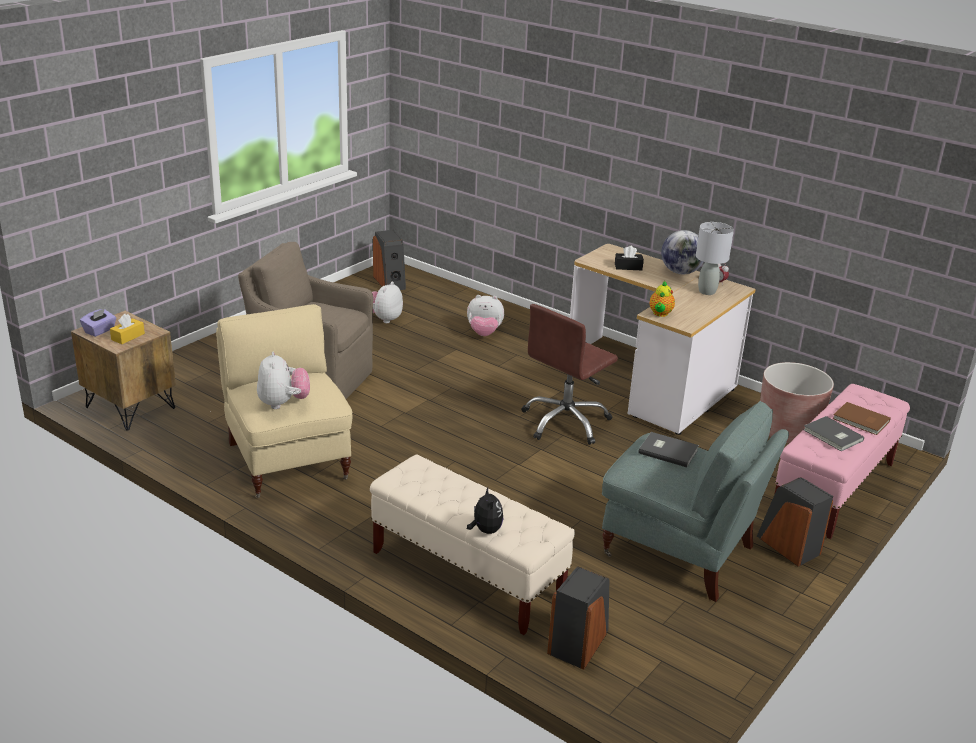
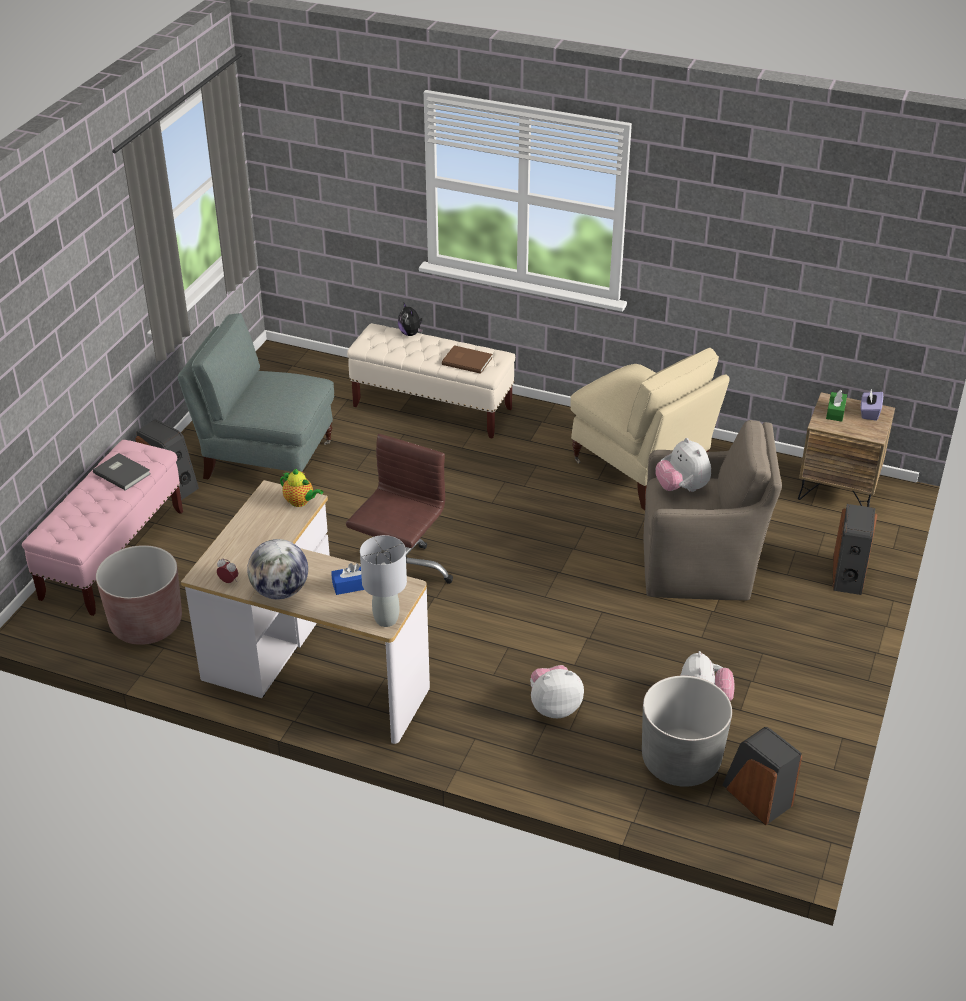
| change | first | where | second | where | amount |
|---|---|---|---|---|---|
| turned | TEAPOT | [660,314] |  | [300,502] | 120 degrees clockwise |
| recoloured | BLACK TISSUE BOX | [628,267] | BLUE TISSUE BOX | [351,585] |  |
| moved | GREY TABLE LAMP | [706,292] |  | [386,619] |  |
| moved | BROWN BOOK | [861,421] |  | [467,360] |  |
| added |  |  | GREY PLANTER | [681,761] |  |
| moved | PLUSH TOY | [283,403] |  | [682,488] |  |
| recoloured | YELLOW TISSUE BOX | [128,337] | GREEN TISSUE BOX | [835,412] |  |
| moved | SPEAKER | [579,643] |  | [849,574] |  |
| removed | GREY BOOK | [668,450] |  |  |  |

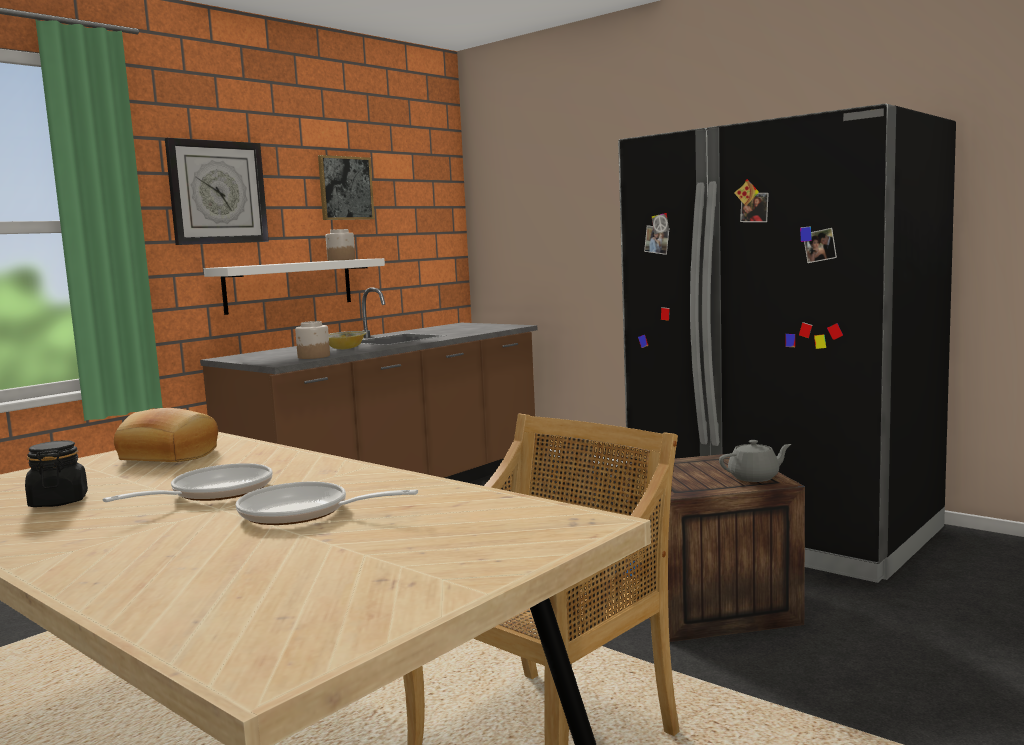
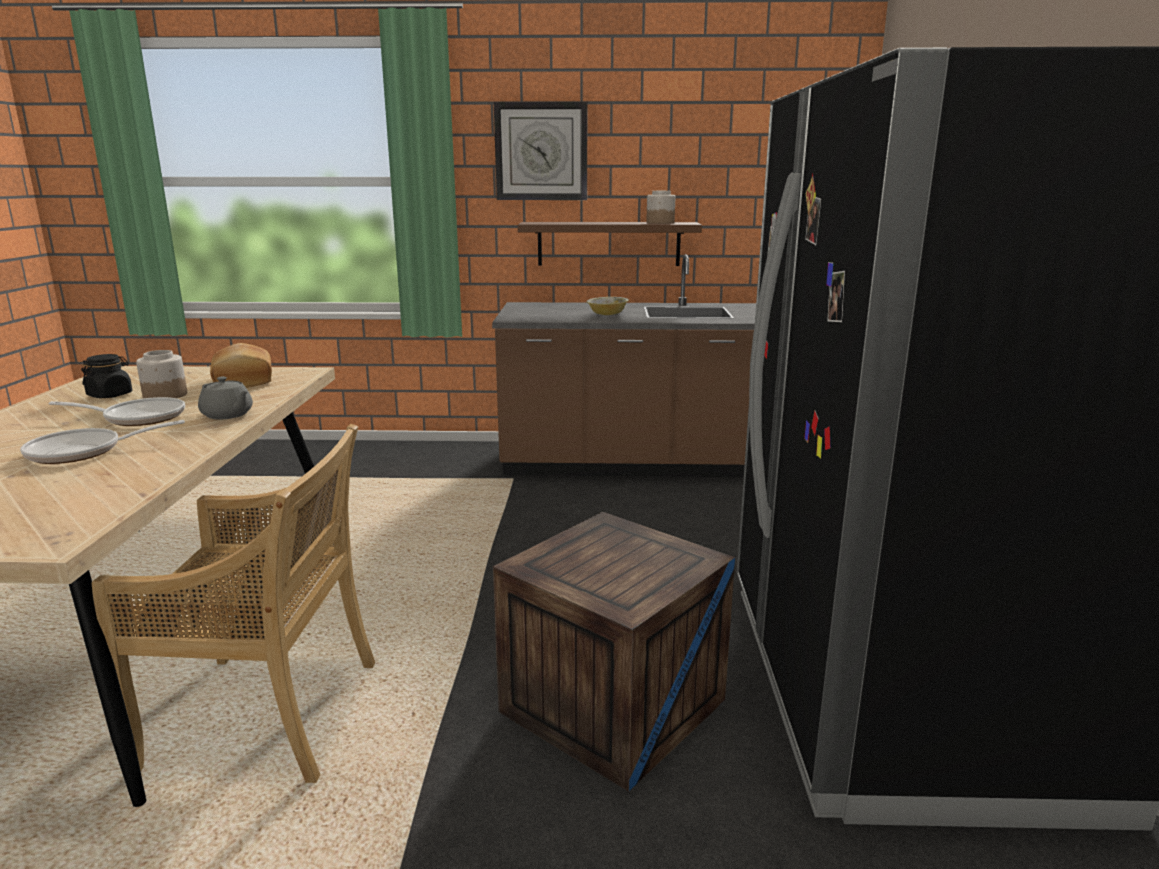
| change | first | where | second | where | amount |
|---|---|---|---|---|---|
| turned | FRYING PAN | [303,513] |  | [83,452] | 90 degrees counterclockwise |
| moved | JAR | [313,356] |  | [164,395] |  |
| moved | GREY TEAPOT | [755,477] |  | [227,415] |  |
| recoloured | WHITE SHELF | [289,285] | BROWN SHELF | [608,243] |  |
| removed | PICTURE | [345,188] |  |  |  |

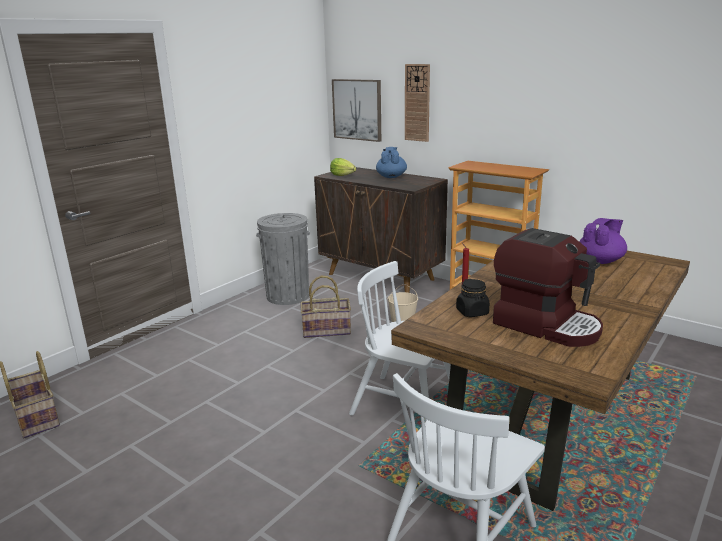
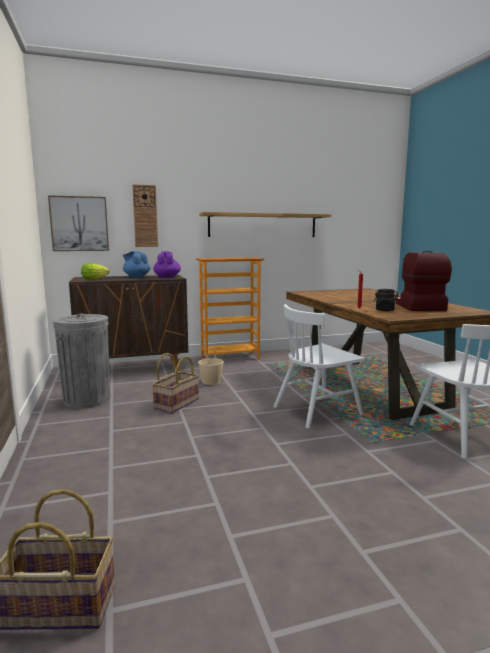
| change | first | where | second | where | amount |
|---|---|---|---|---|---|
| moved | PURPLE TEAPOT | [600,261] |  | [167,277] |  |
| added |  |  | SHELF | [263,225] |  |
| turned | COFFEE MACHINE | [546,325] |  | [417,306] | 75 degrees counterclockwise |

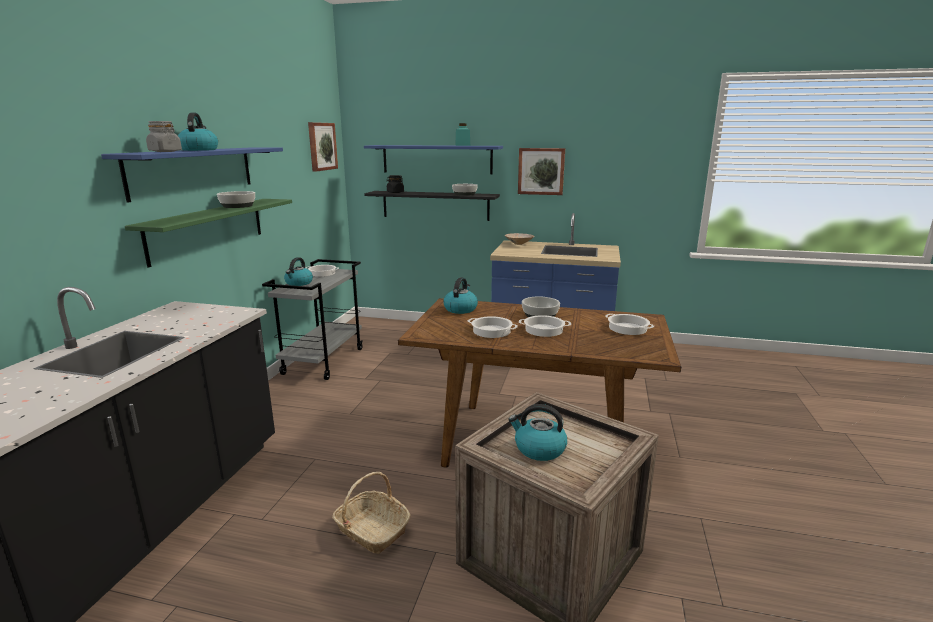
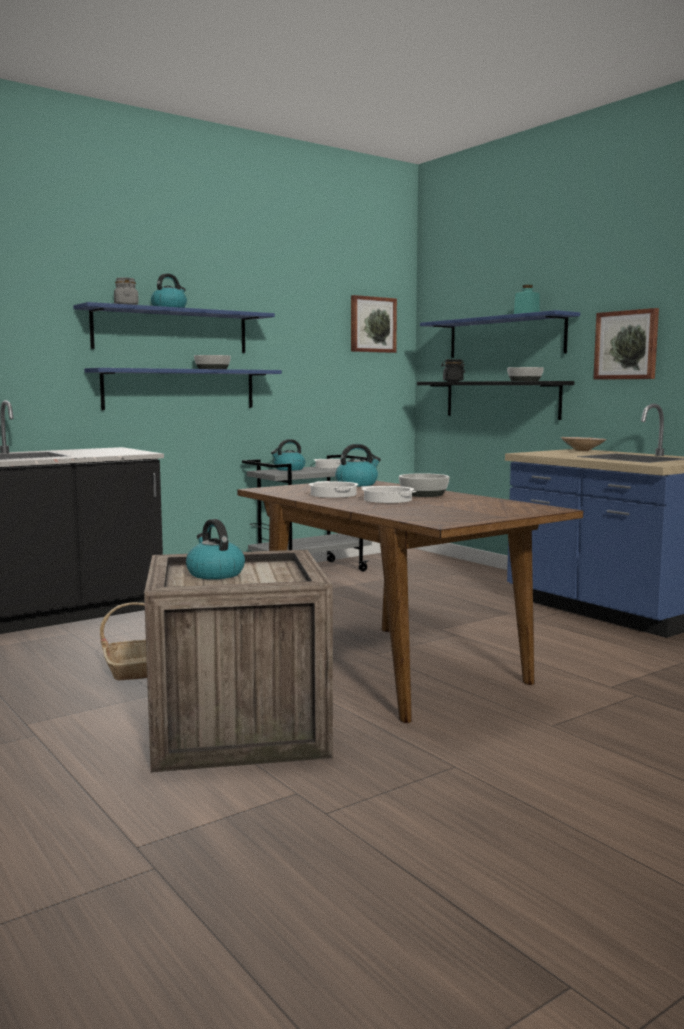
| change | first | where | second | where | amount |
|---|---|---|---|---|---|
| recoloured | GREEN SHELF | [208,229] | BLUE SHELF | [180,389] |  |
| removed | COOKING POT | [627,328] |  |  |  |

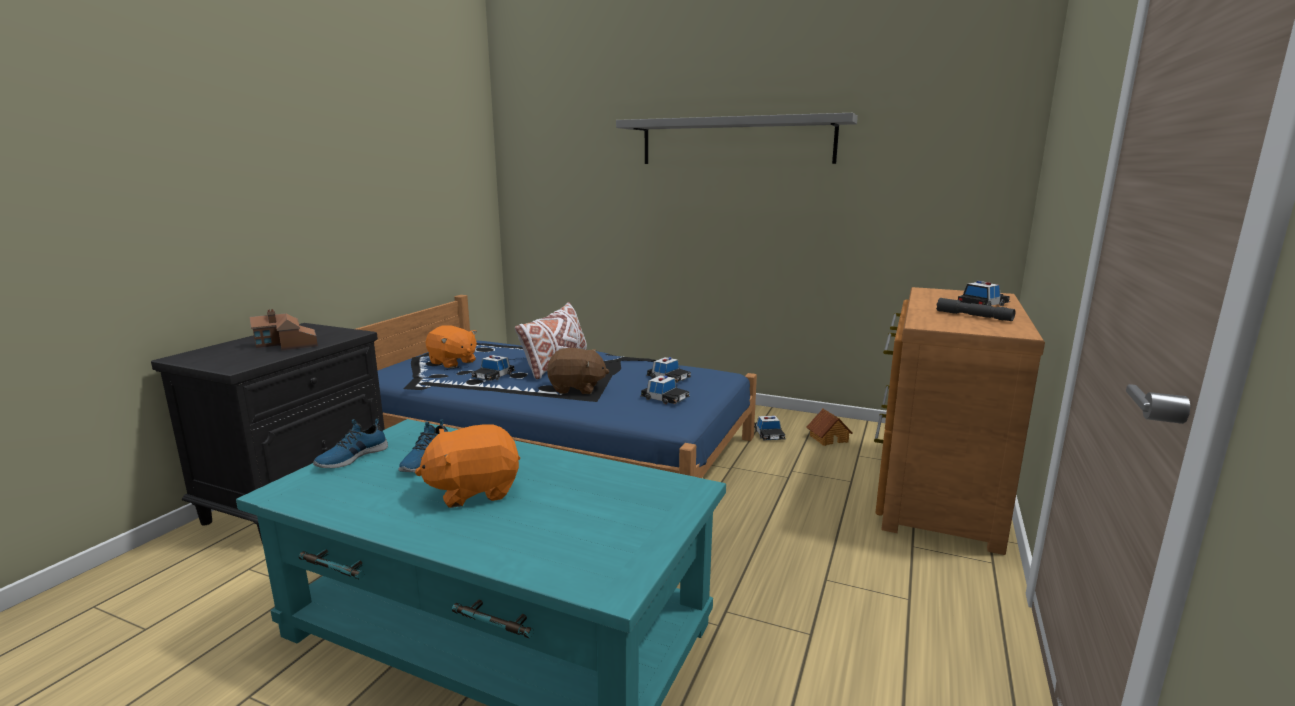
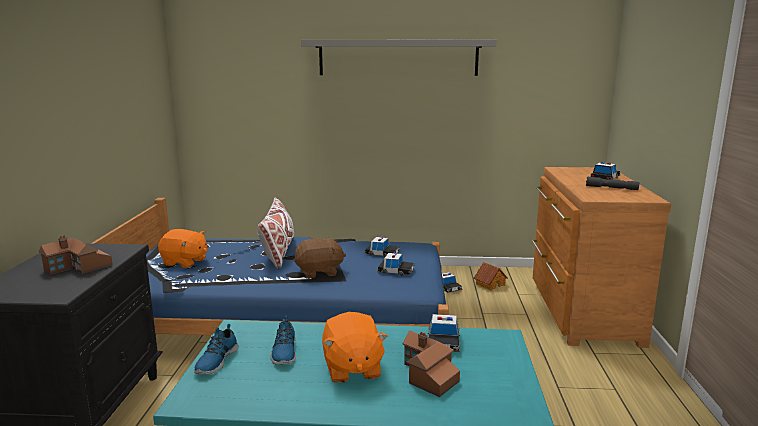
| change | first | where | second | where | amount |
|---|---|---|---|---|---|
| turned | ORANGE PLUSH TOY | [473,490] |  | [352,369] | 60 degrees counterclockwise |
| added |  |  | TOY HOUSE | [427,375] |  |
| moved | TOY CAR | [493,376] |  | [443,341] |  |

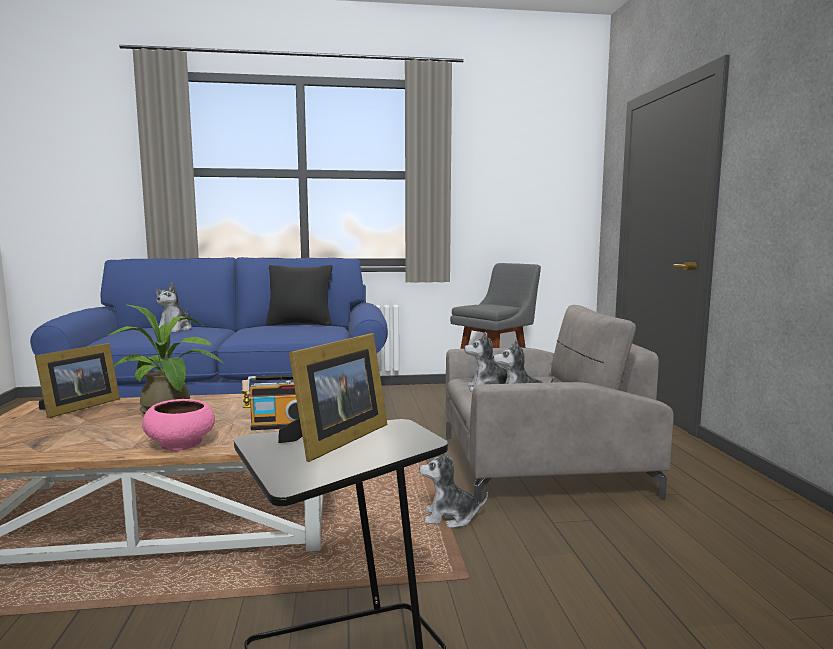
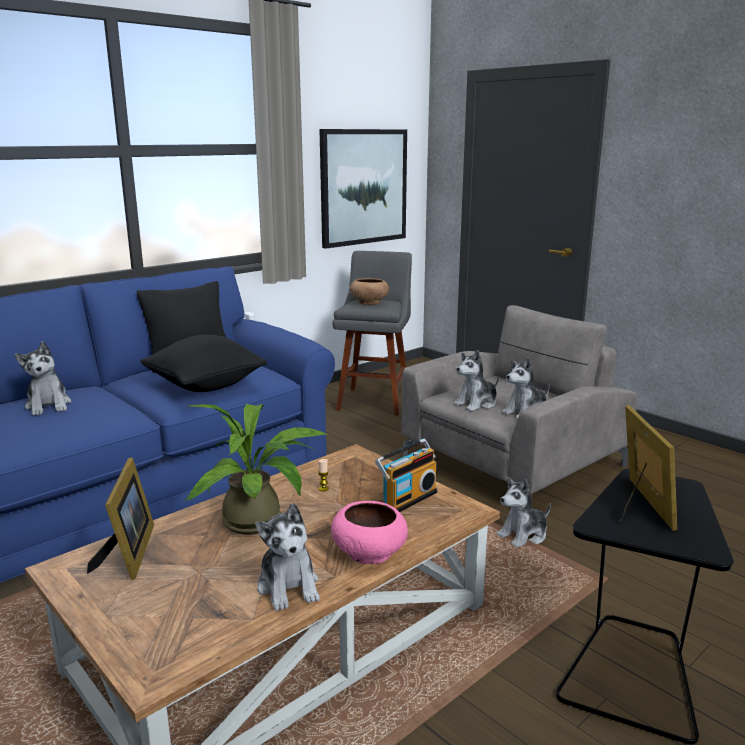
| change | first | where | second | where | amount |
|---|---|---|---|---|---|
| added |  |  | BLACK PILLOW | [205,386] |  |
| added |  |  | PLUSH TOY | [289,586] |  |
| added |  |  | PICTURE | [363,187] |  |
| added |  |  | BROWN BOWL | [369,302] |  |

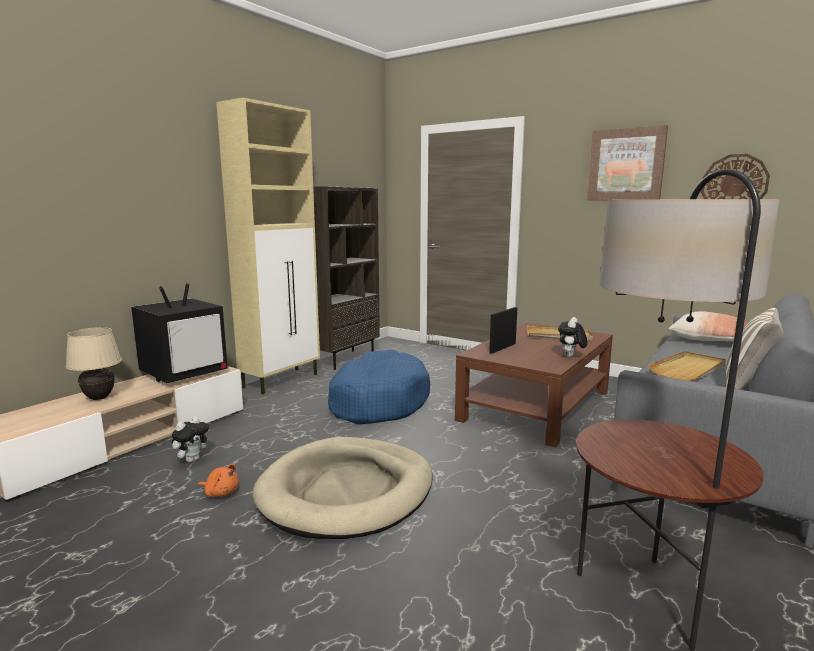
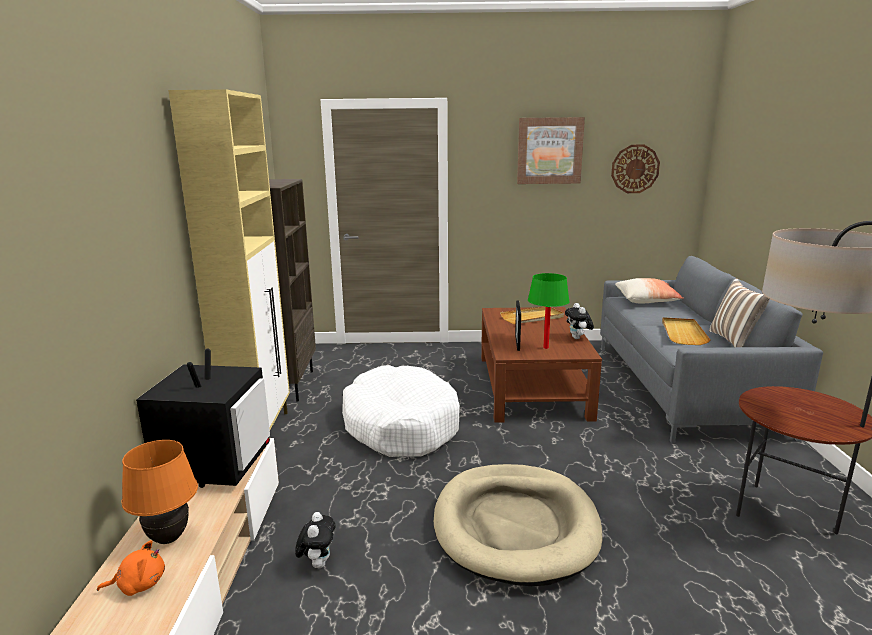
| change | first | where | second | where | amount |
|---|---|---|---|---|---|
| moved | ORANGE PLUSH TOY | [220,492] |  | [139,584] |  |
| recoloured | BEIGE TABLE LAMP | [99,398] | ORANGE TABLE LAMP | [168,538] |  |
| recoloured | BLUE DOG BED | [377,402] | WHITE DOG BED | [400,425] |  |
| added |  |  | GREEN TABLE LAMP | [545,348] |  |

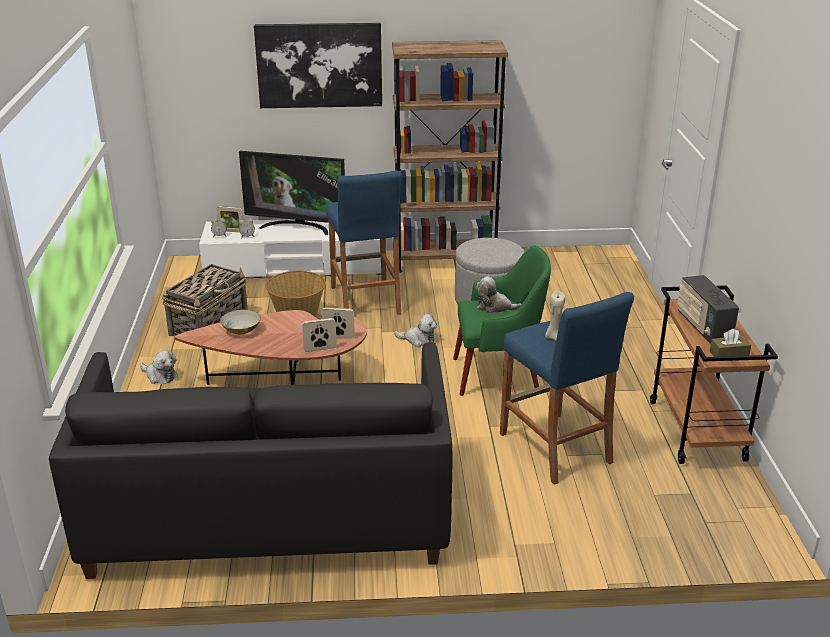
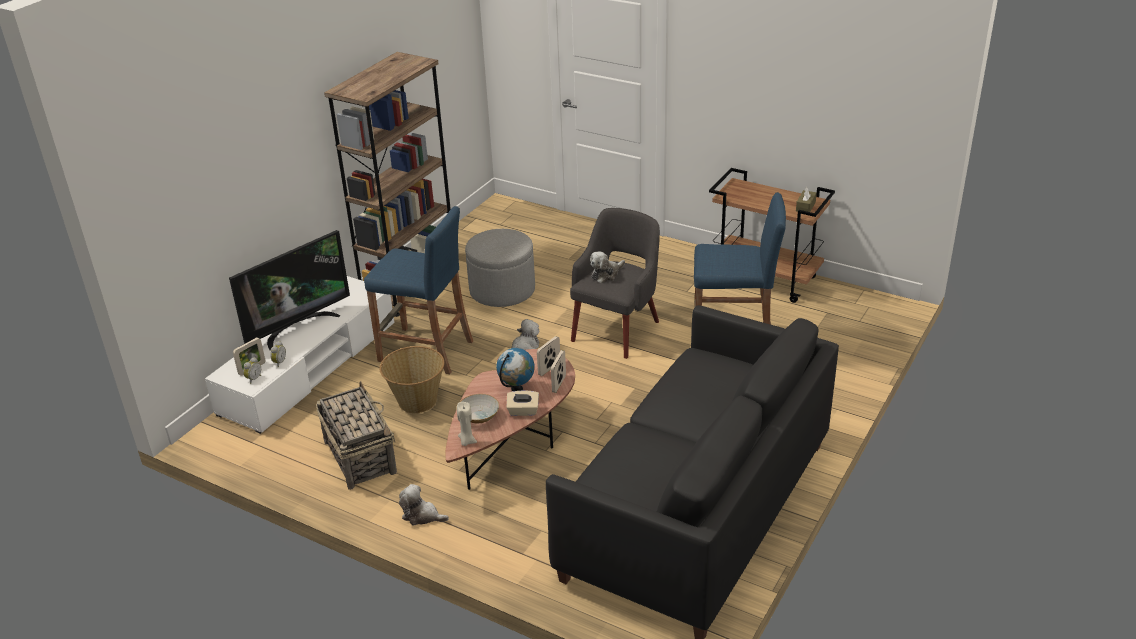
| change | first | where | second | where | amount |
|---|---|---|---|---|---|
| turned | PLUSH TOY | [160,376] |  | [422,515] | 135 degrees counterclockwise |
| moved | BEIGE CANDLE | [553,337] |  | [467,441] |  |
| added |  |  | GLOBE | [517,389] |  |
| added |  |  | BEIGE TISSUE BOX | [523,411] |  |
| recoloured | GREEN ARMCHAIR | [498,375] | GREY ARMCHAIR | [616,330] |  |
| removed | PICTURE | [319,65] |  |  |  |
| removed | RADIO | [703,327] |  |  |  |

